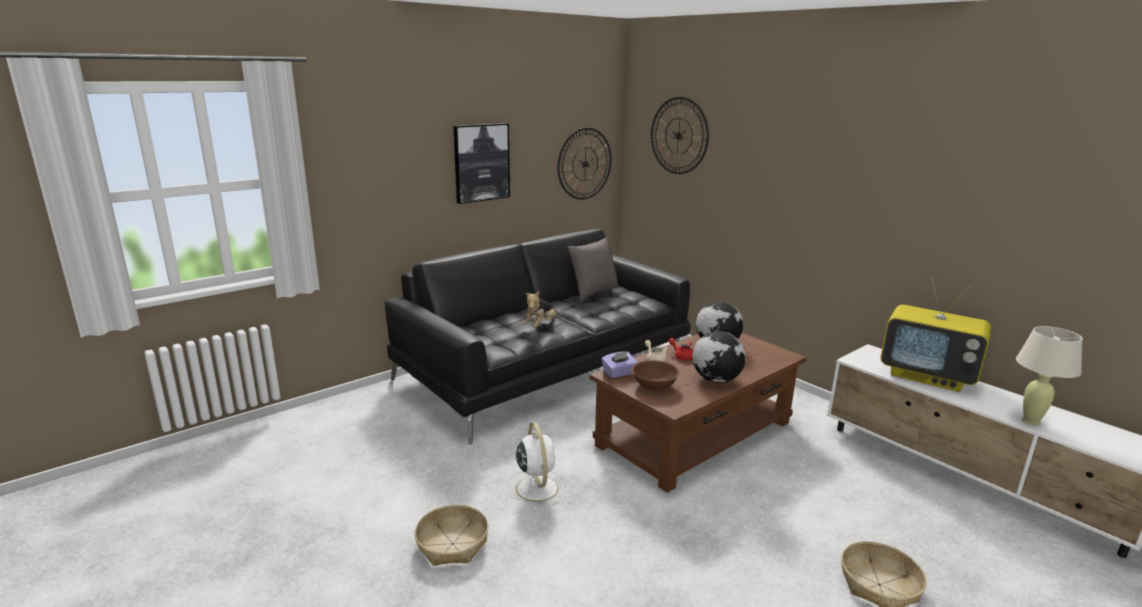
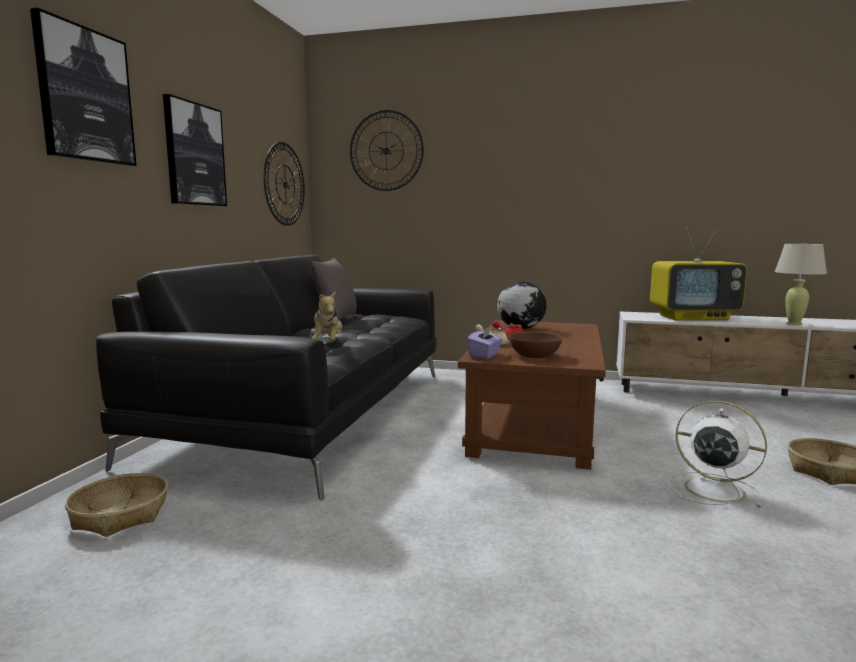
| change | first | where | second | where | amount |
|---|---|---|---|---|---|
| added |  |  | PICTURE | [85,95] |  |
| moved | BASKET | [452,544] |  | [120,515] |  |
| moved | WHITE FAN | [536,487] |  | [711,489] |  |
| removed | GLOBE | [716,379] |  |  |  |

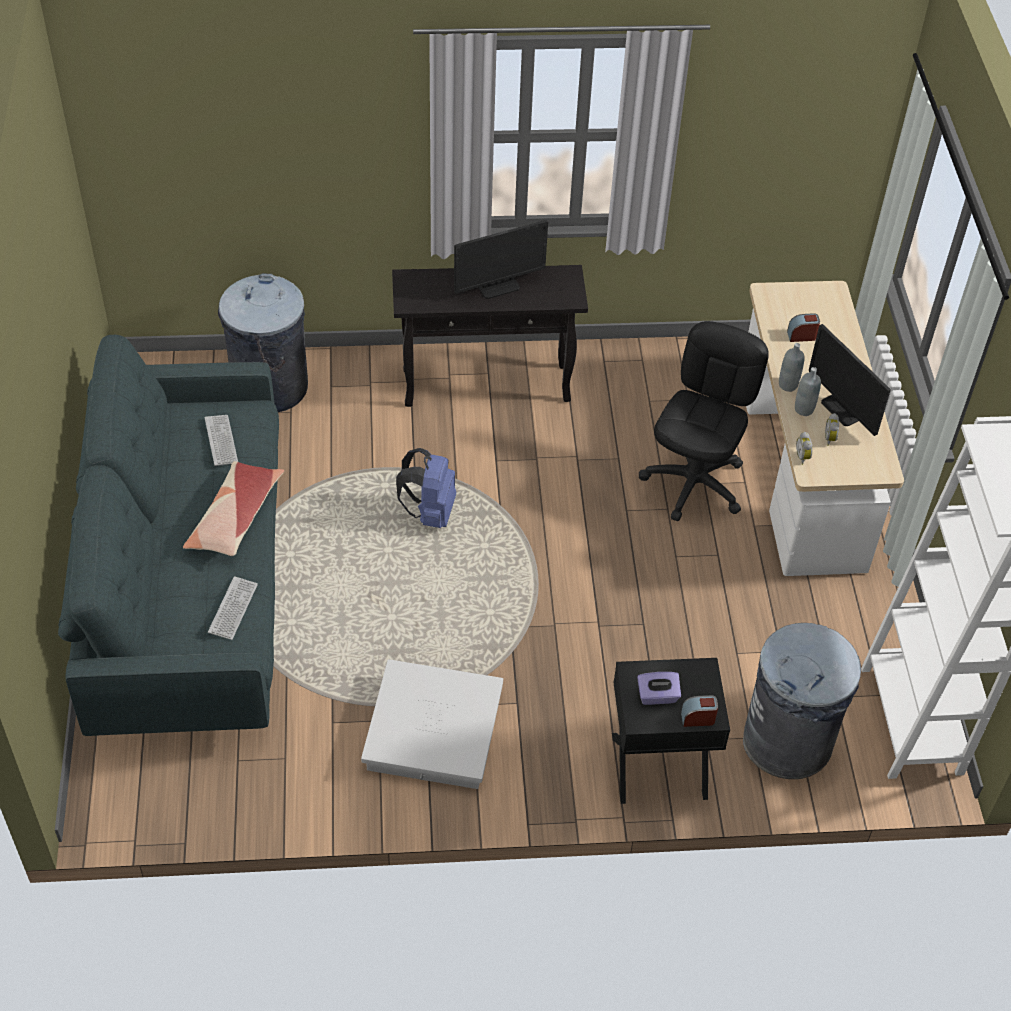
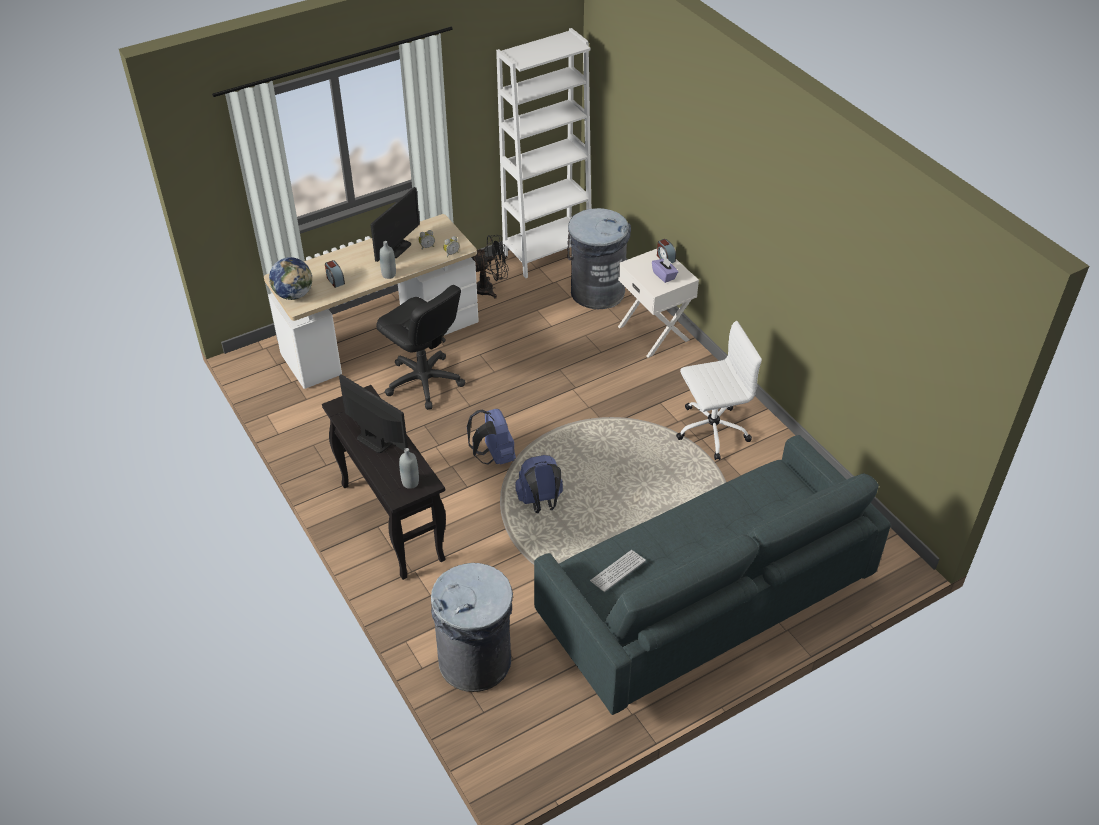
| change | first | where | second | where | amount |
|---|---|---|---|---|---|
| added |  |  | GLOBE | [294,294] |  |
| turned | BLACK OFFICE CHAIR | [694,483] |  | [424,382] | 135 degrees counterclockwise |
| moved | GREY BOTTLE | [804,409] |  | [410,483] |  |
| added |  |  | BLUE BACKPACK | [494,456] |  |
| added |  |  | BLACK FAN | [489,289] |  |
| recoloured | BLACK NIGHTSTAND | [659,767] | WHITE NIGHTSTAND | [654,333] |  |
| replaced | WHITE STORAGE BOX | [432,732] | WHITE OFFICE CHAIR | [710,431] |  |
| removed | PILLOW | [235,517] |  |  |  |
| removed | KEYBOARD | [233,609] |  |  |  |

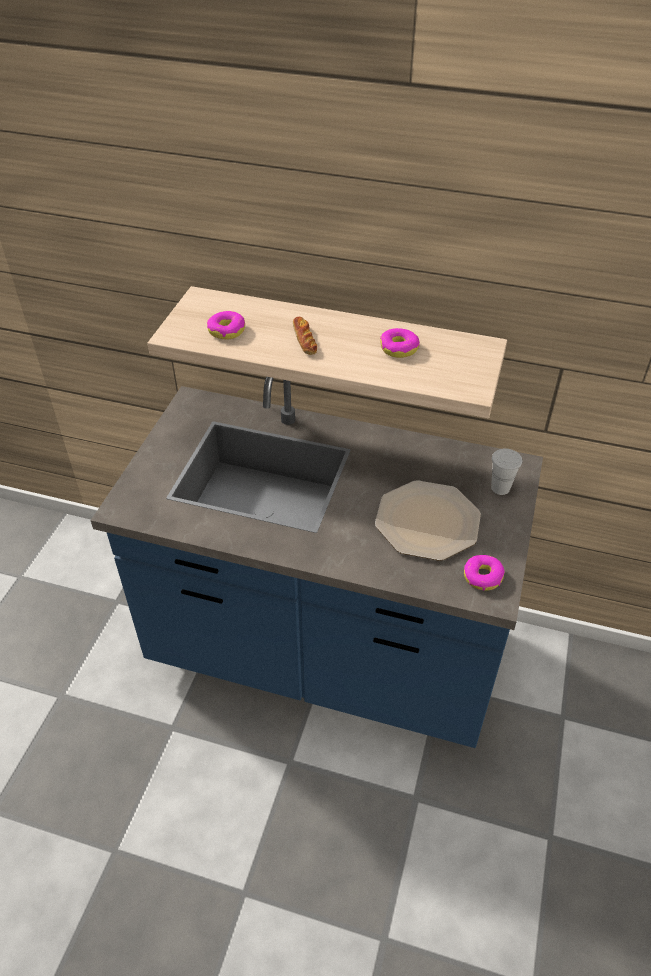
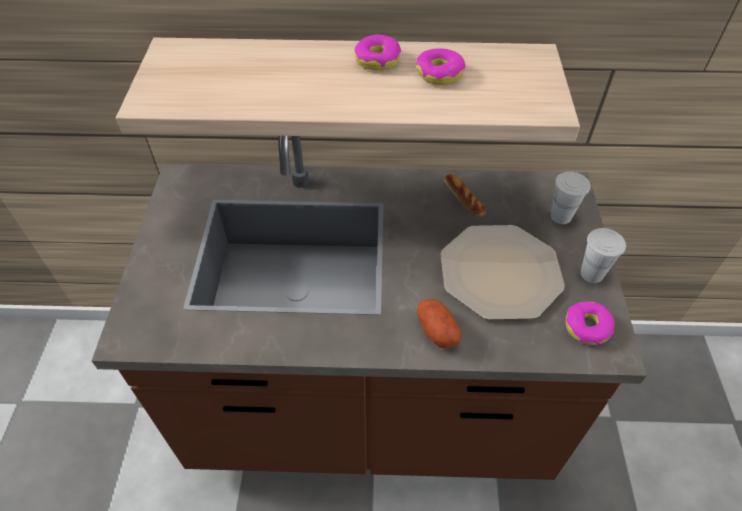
| change | first | where | second | where | amount |
|---|---|---|---|---|---|
| recoloured | BLUE COUNTER | [325,653] | BROWN COUNTER | [371,409] |  |
| moved | DONUT | [227,330] |  | [377,60] |  |
| added |  |  | POTATO | [436,331] |  |
| moved | BREAD | [304,339] |  | [463,198] |  |
| added |  |  | WHITE CUP | [591,274] |  |

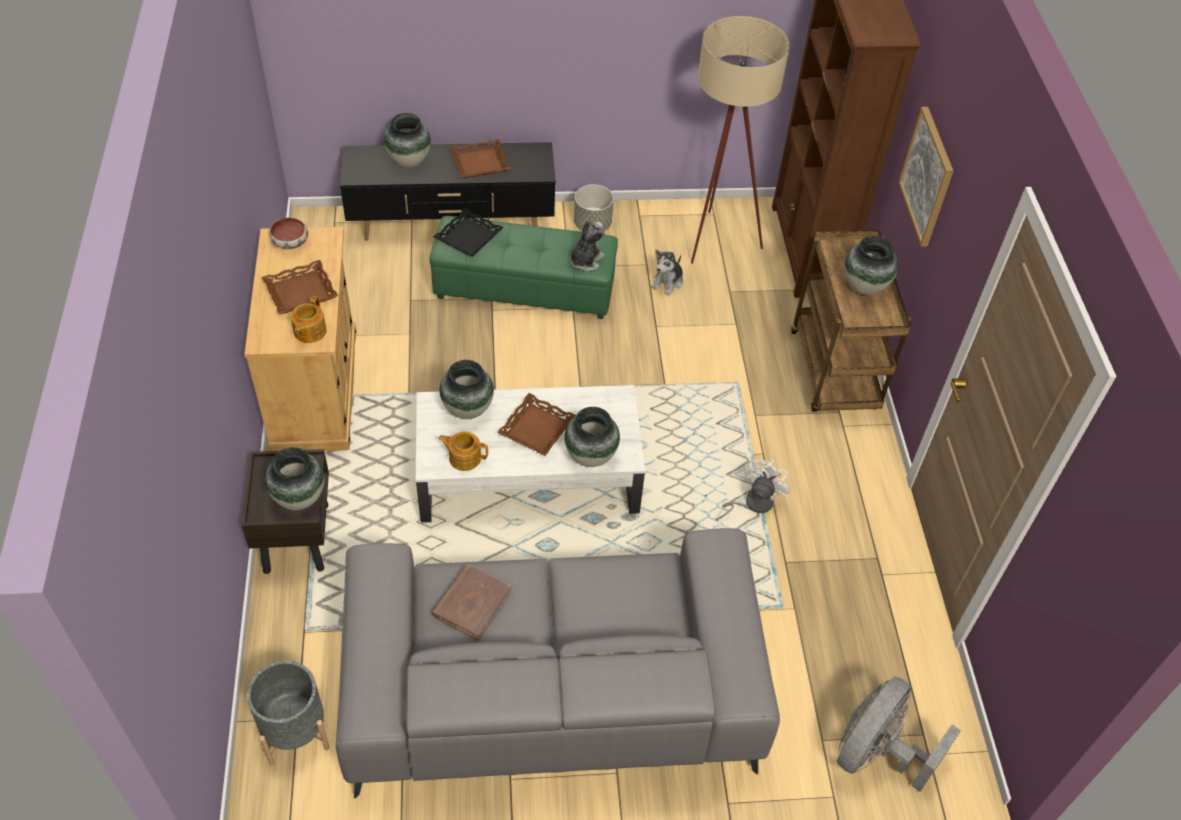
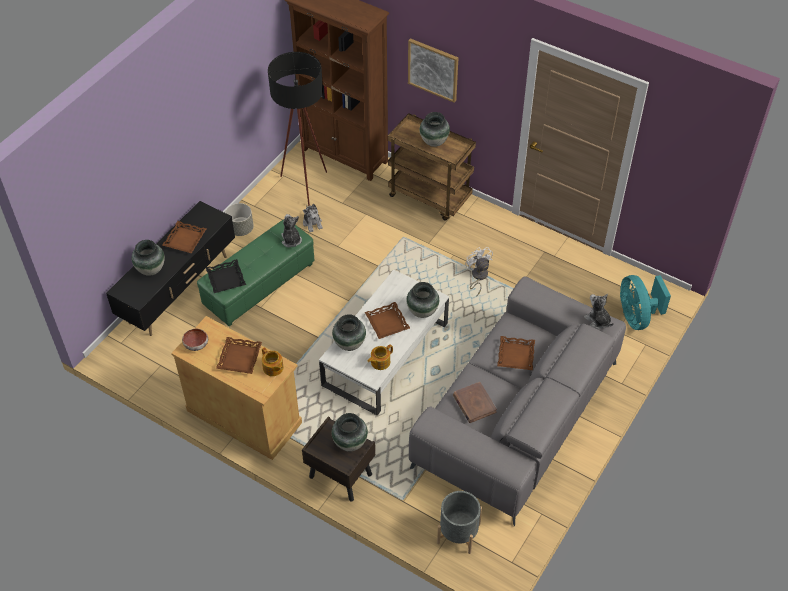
| change | first | where | second | where | amount |
|---|---|---|---|---|---|
| recoloured | BEIGE FLOOR LAMP | [714,245] | BLACK FLOOR LAMP | [305,189] |  |
| added |  |  | BROWN TRAY | [516,356] |  |
| added |  |  | PLUSH TOY | [598,320] |  |
| recoloured | GREY FAN | [876,753] | TURQUOISE FAN | [637,316] |  |

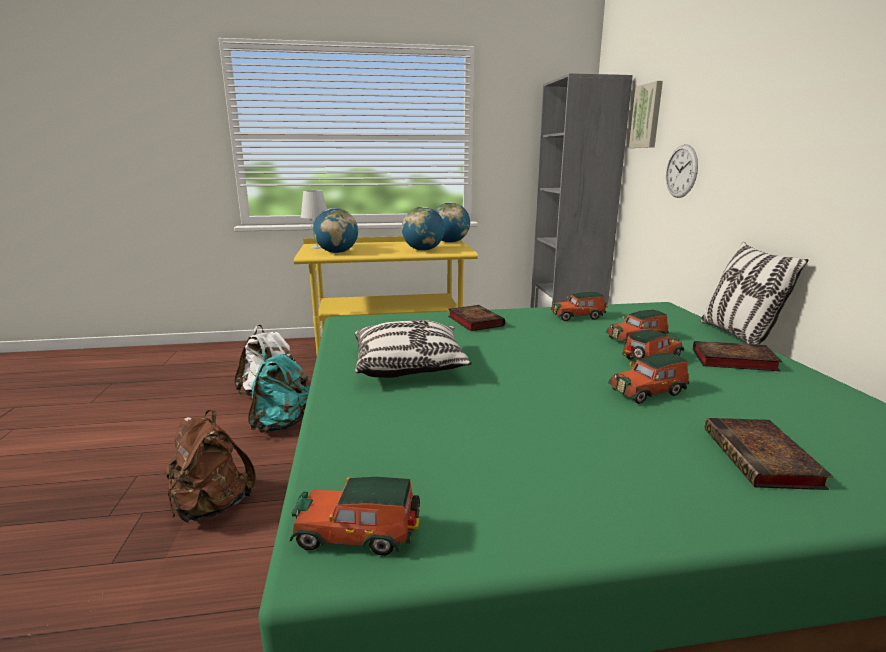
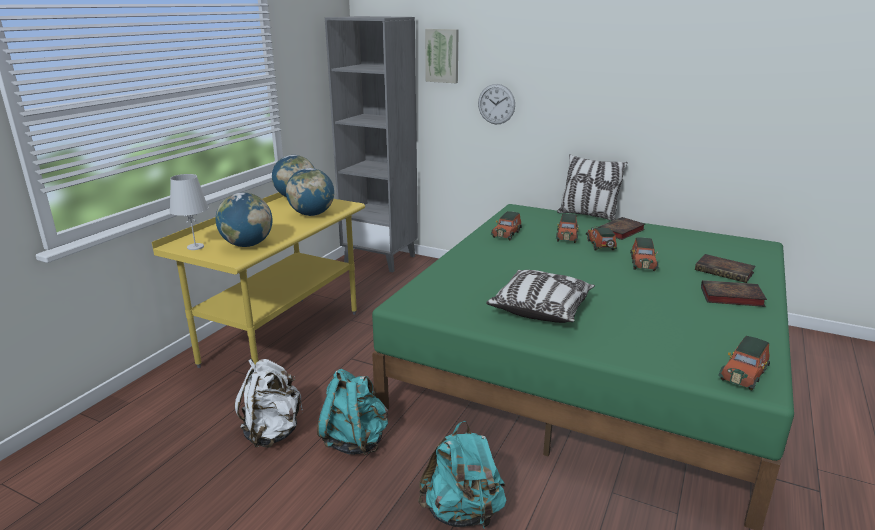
| change | first | where | second | where | amount |
|---|---|---|---|---|---|
| recoloured | BROWN BACKPACK | [211,507] | TURQUOISE BACKPACK | [462,512] |  |
| moved | BOOK | [474,321] |  | [730,297] |  |

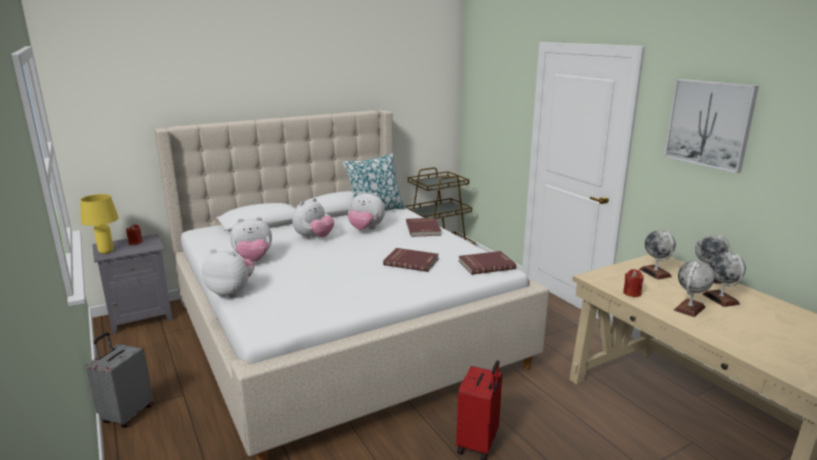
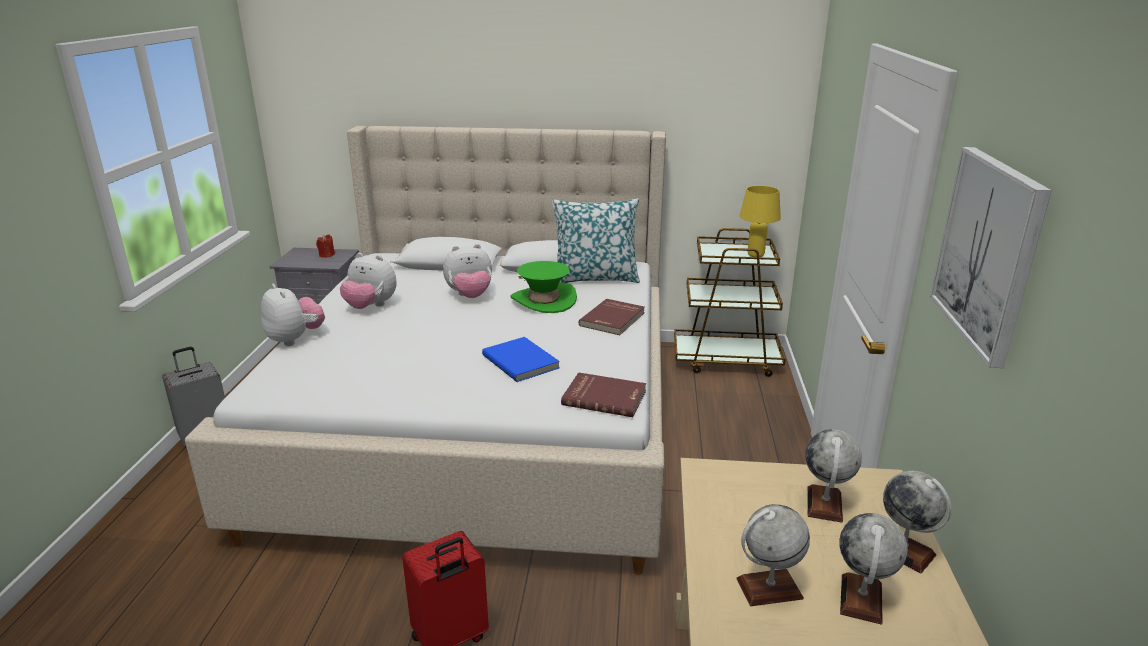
| change | first | where | second | where | amount |
|---|---|---|---|---|---|
| recoloured | RED BOOK | [411,261] | BLUE BOOK | [521,361] |  |
| replaced | PLUSH TOY | [366,229] | GREEN HAT | [543,300] |  |
| moved | YELLOW TABLE LAMP | [106,251] |  | [756,255] |  |
| removed | RED CANDLE | [632,293] |  |  |  |

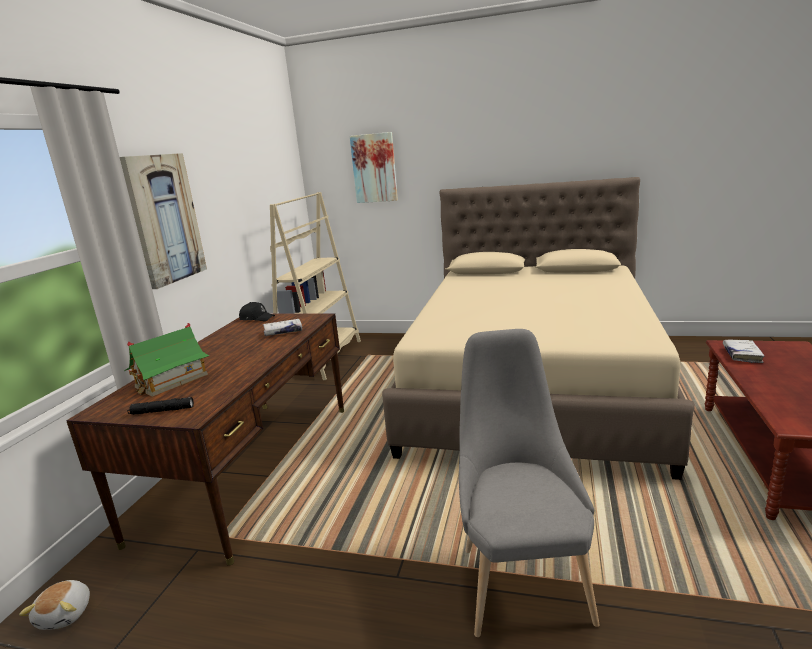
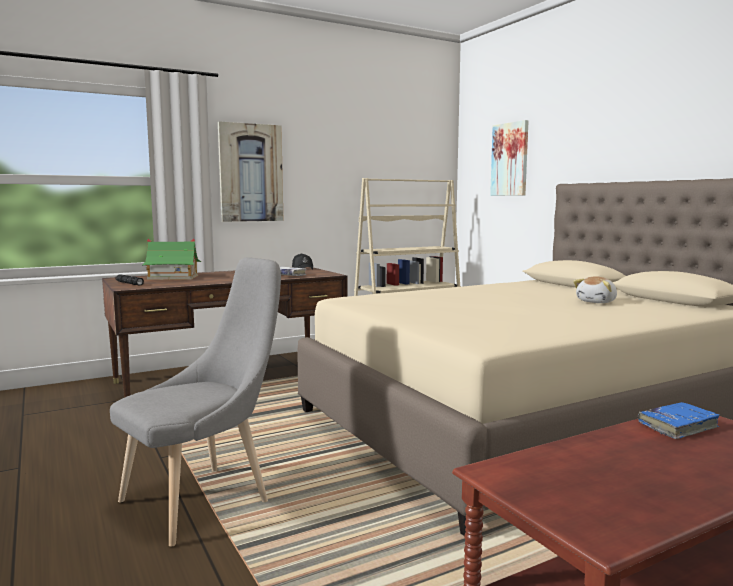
| change | first | where | second | where | amount |
|---|---|---|---|---|---|
| moved | PLUSH TOY | [66,614] |  | [597,302] |  |
| recoloured | WHITE BOOK | [742,355] | BLUE BOOK | [678,426] |  |

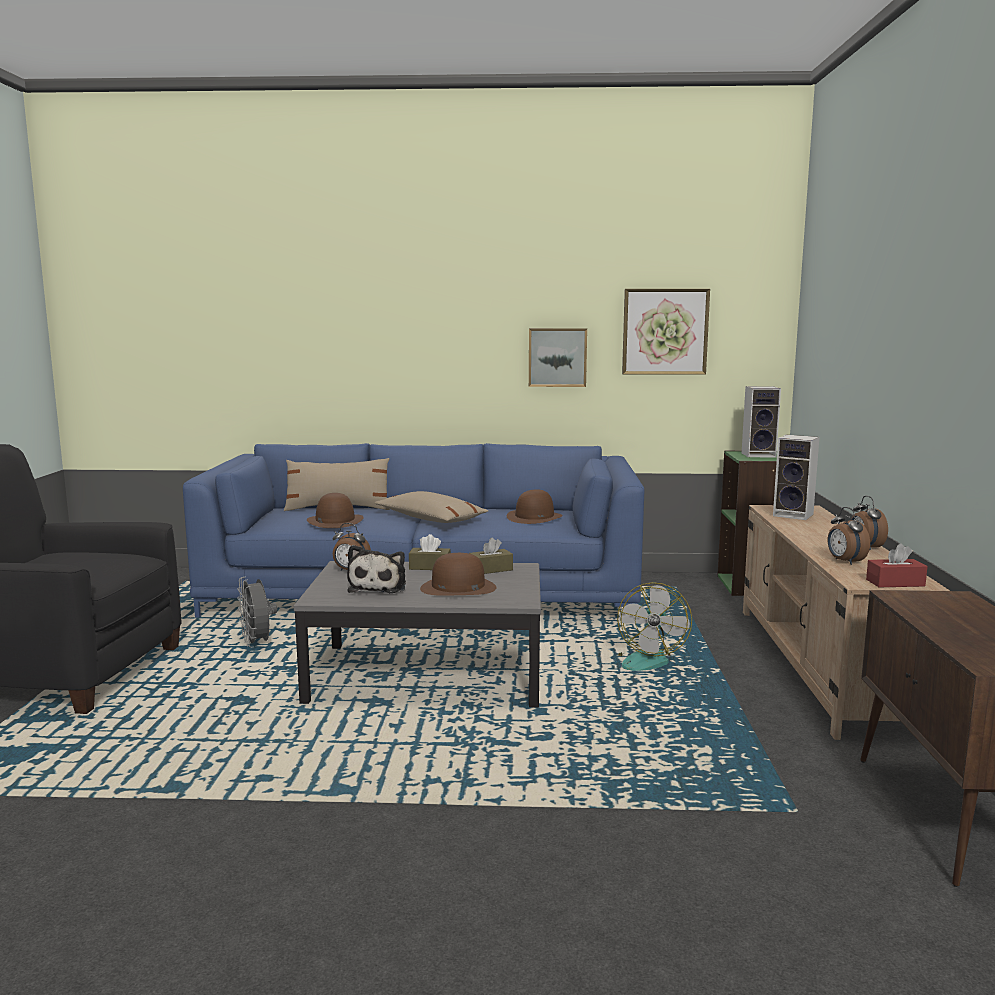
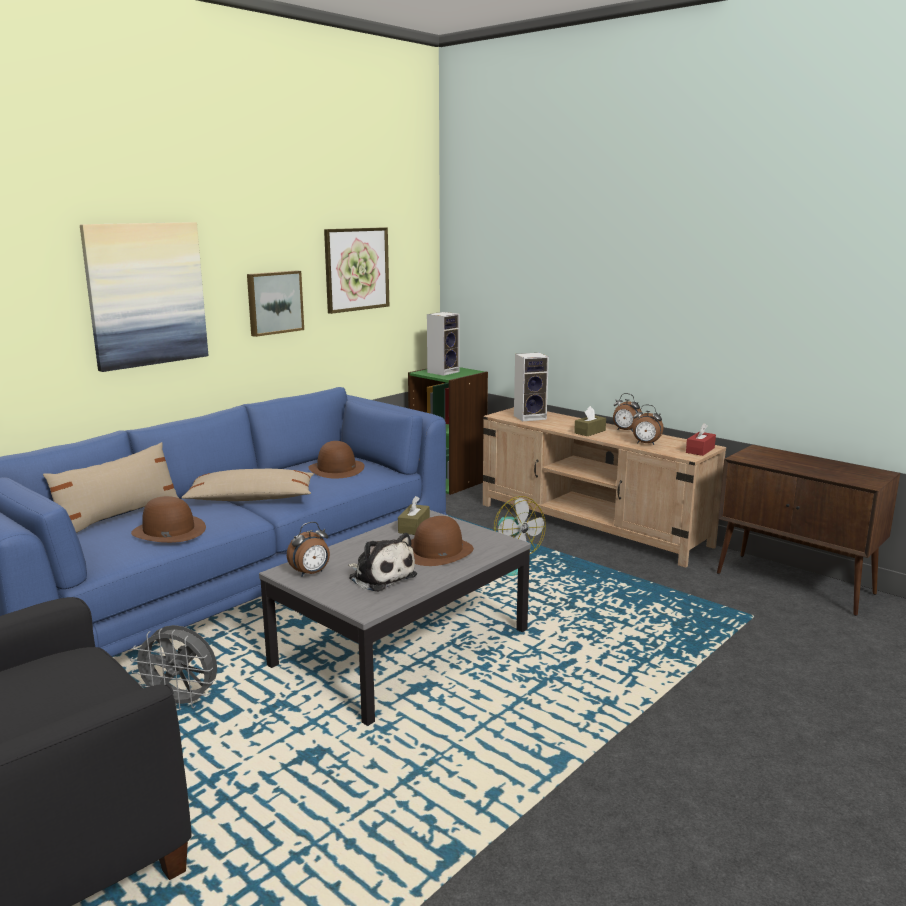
| change | first | where | second | where | amount |
|---|---|---|---|---|---|
| added |  |  | PICTURE | [146,294] |  |
| moved | BROWN TISSUE BOX | [430,567] |  | [590,432] |  |

